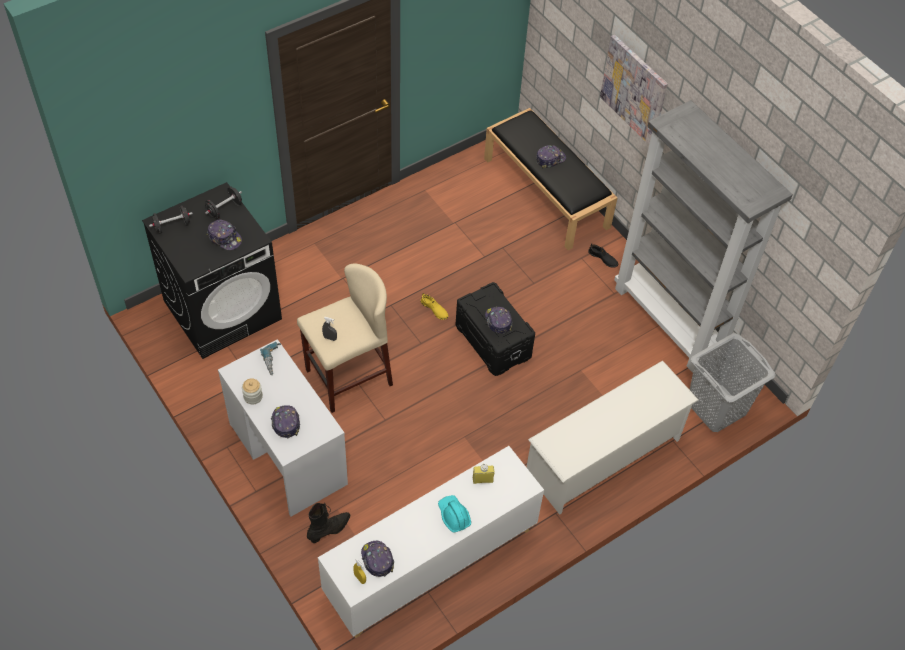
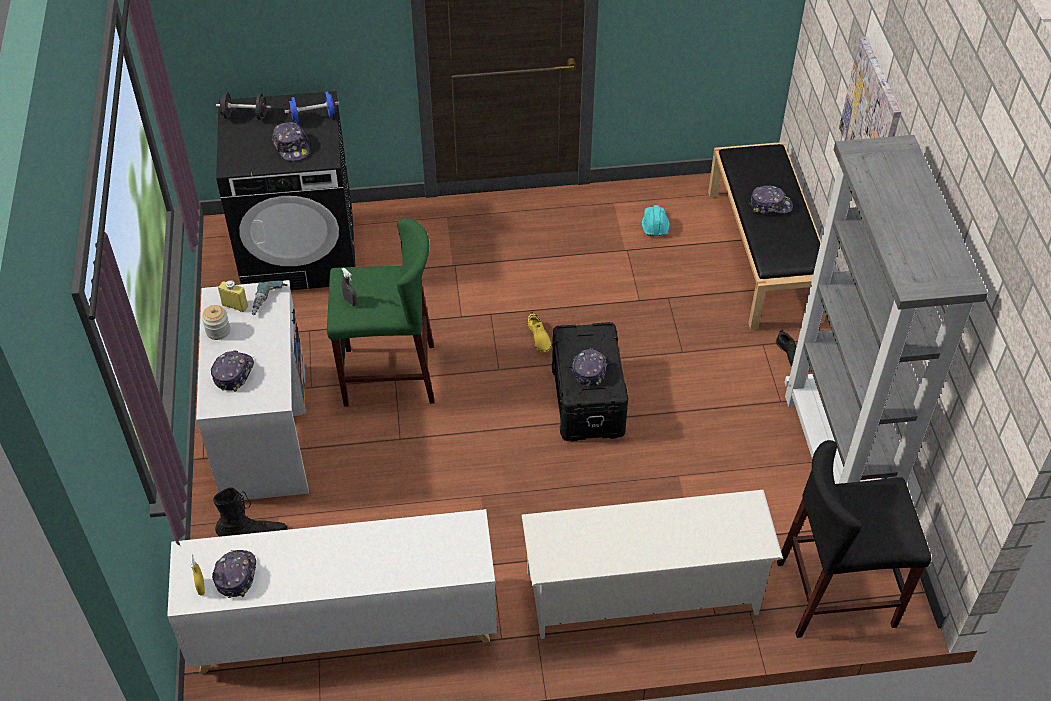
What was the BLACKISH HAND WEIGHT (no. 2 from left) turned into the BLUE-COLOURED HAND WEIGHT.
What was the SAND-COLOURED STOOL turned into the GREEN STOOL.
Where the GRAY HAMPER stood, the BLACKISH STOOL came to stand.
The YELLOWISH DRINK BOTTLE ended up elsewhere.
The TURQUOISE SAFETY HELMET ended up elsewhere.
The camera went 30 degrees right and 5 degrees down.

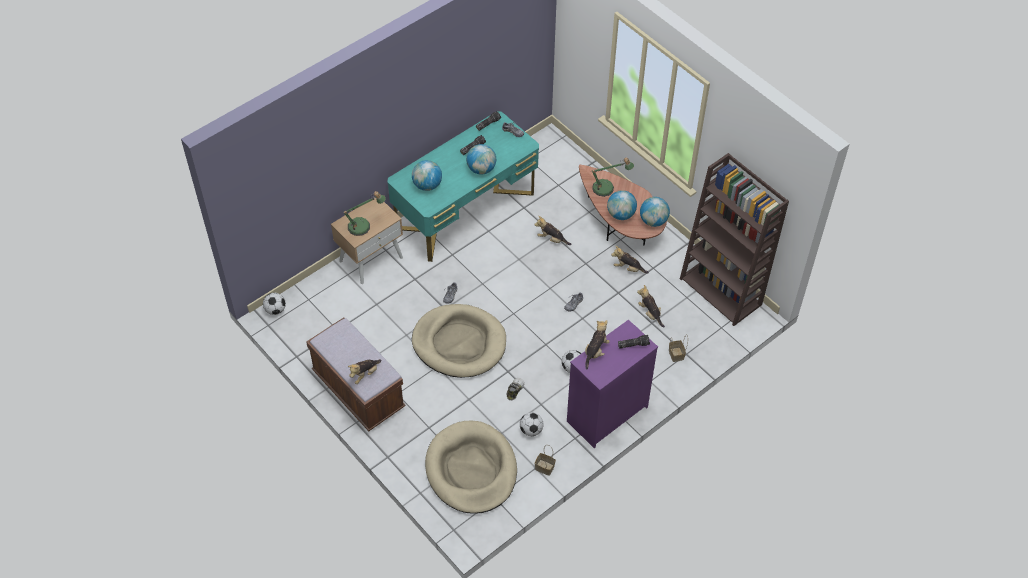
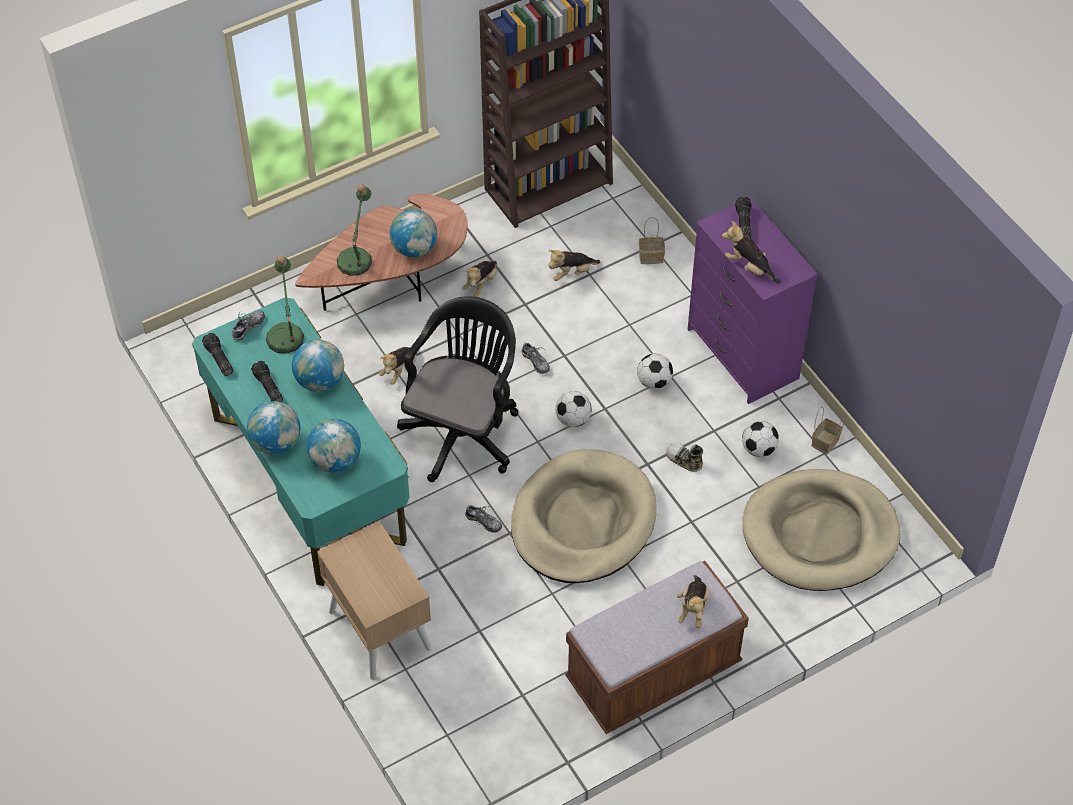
The TABLETOP LAMP (no. 1 from left) ended up elsewhere.
The WORLD GLOBE (no. 4 from left in the first image) ended up elsewhere.
The BALL FOR FOOTBALL (no. 1 from left) ended up elsewhere.
The SOFT TOY (no. 1 from left in the first image) ended up facing another way, 45 degrees clockwise from before.
The second view gained the BLACKISH OFFICE CHAIR.
The camera went 80 degrees left and 0 degrees up.

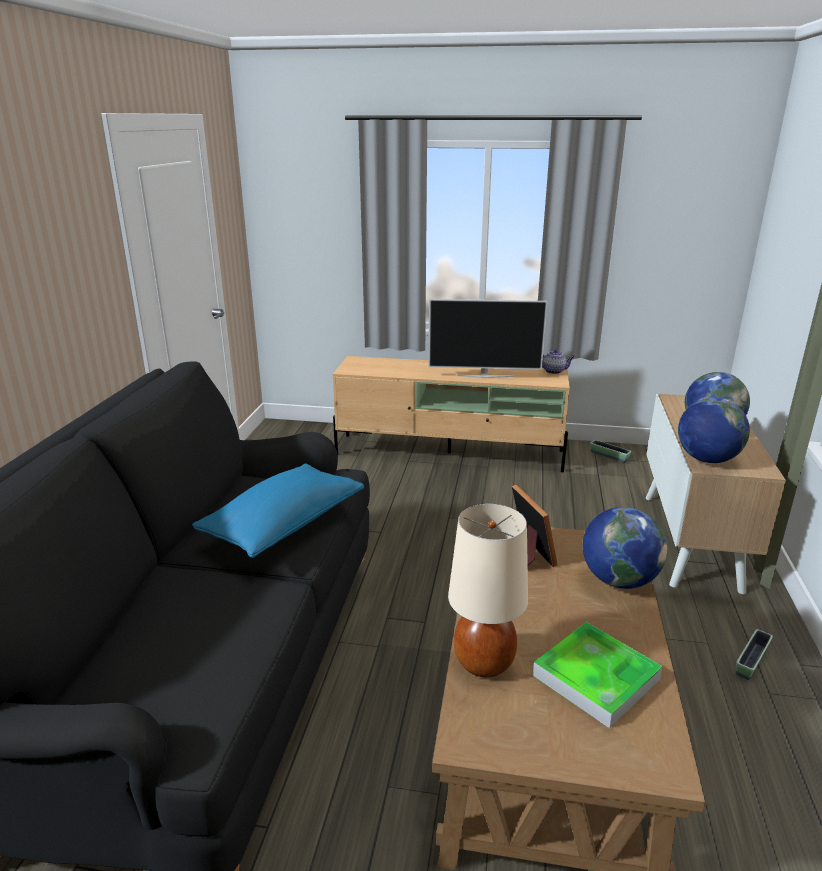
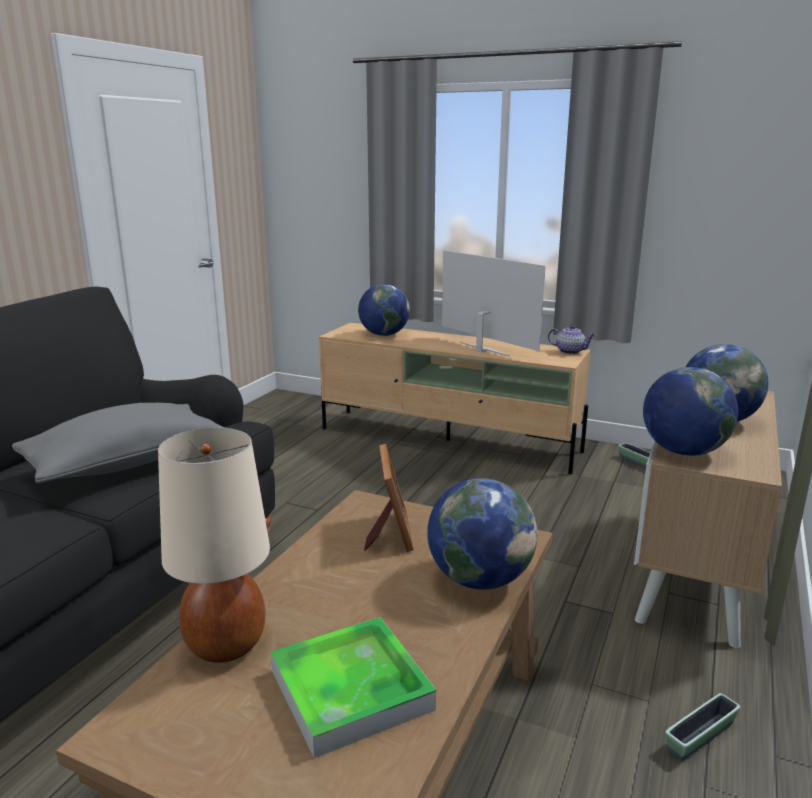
The TV ended up facing another way, 150 degrees counterclockwise from before.
What was the BLUE-COLOURED PILLOW turned into the GRAY PILLOW.
The second view gained the WORLD GLOBE (no. 1 from left).
The camera went 15 degrees right and 5 degrees down.

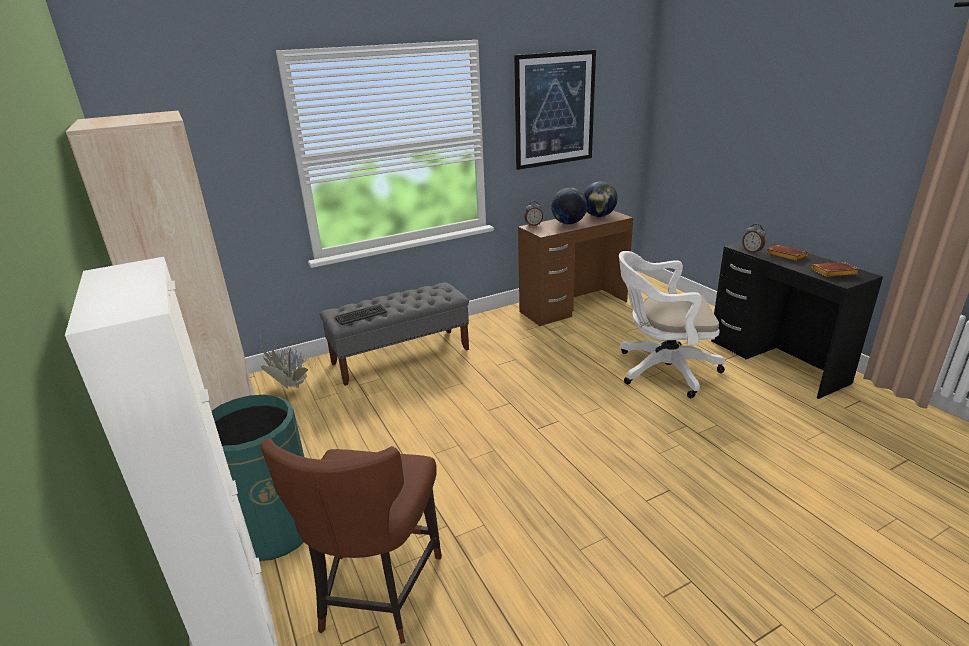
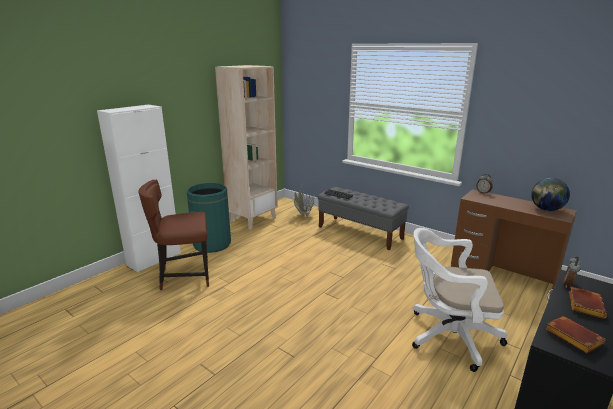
The second view lost the WALL ART.
The second view lost the WORLD GLOBE (no. 1 from left).
The WHITE OFFICE CHAIR ended up facing another way, 60 degrees counterclockwise from before.
The camera went 65 degrees right and 5 degrees down.

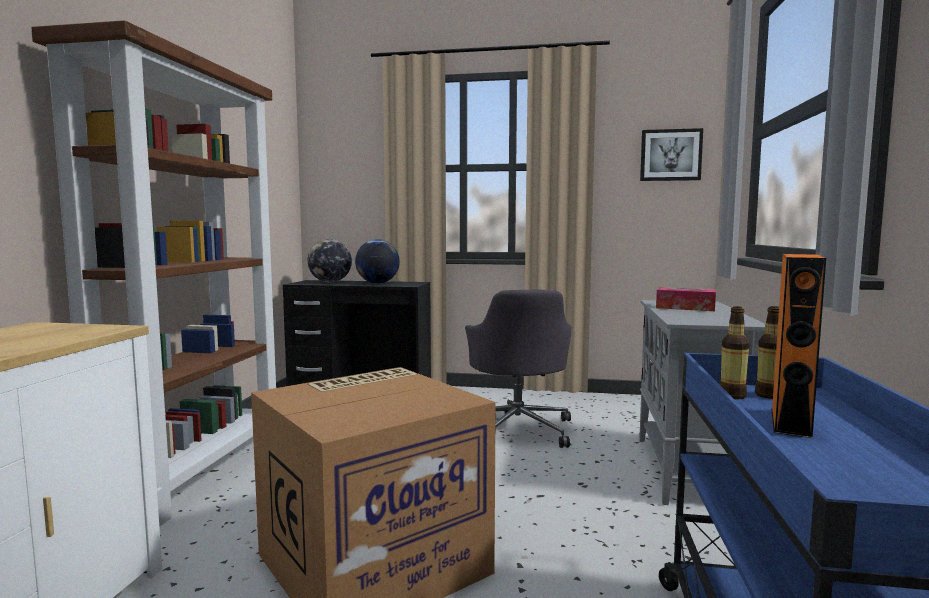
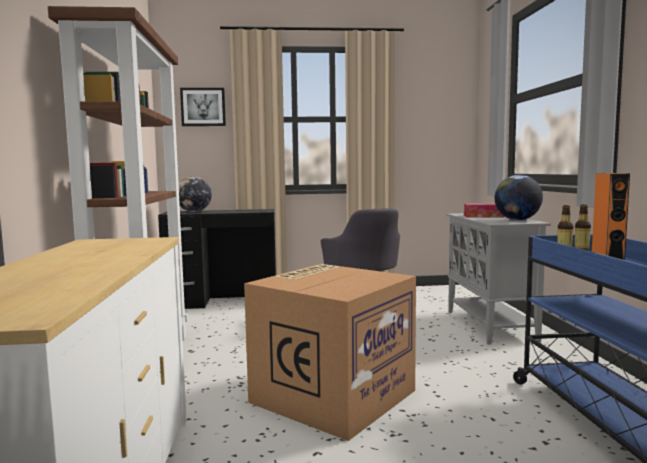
The WALL ART ended up elsewhere.
The WORLD GLOBE (no. 2 from left) ended up elsewhere.
The camera went 15 degrees left and 0 degrees up.

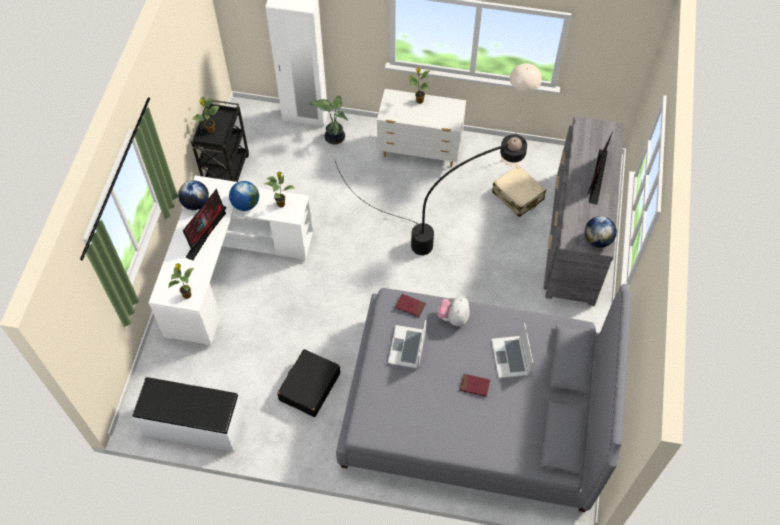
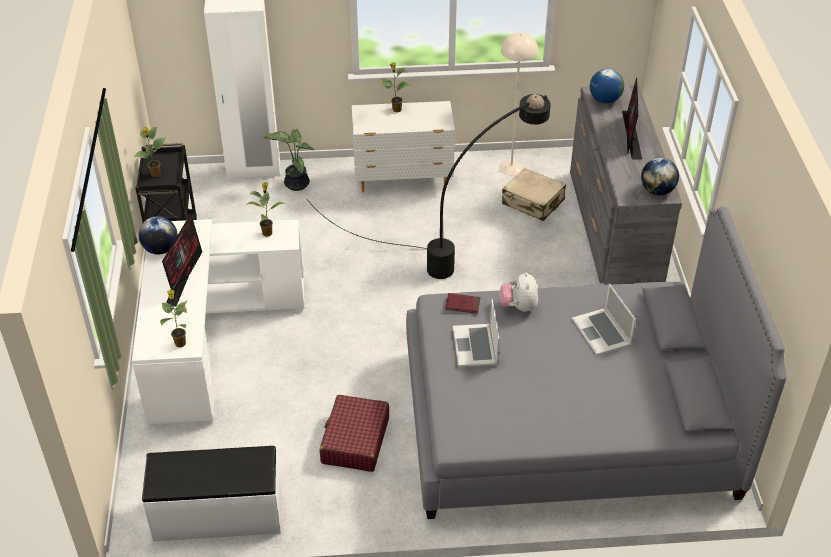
The WORLD GLOBE (no. 2 from left) ended up elsewhere.
What was the BLACKISH SUITCASE turned into the REDDISH SUITCASE.
The second view lost the REDDISH BOUND BOOK (no. 2 from left).
The camera went 15 degrees left and 15 degrees down.

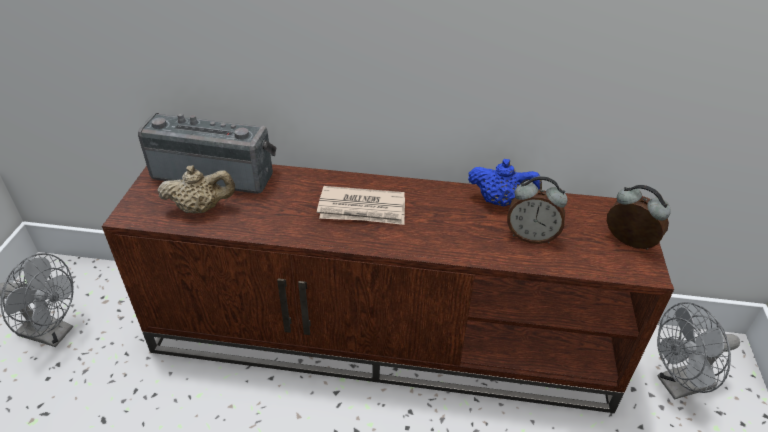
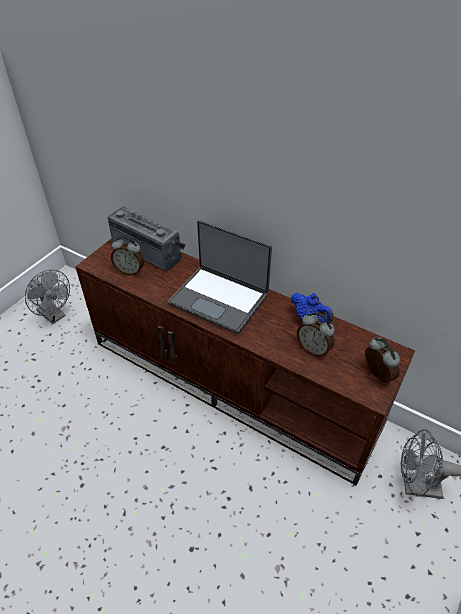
Where the SAND-COLOURED TEA POT stood, the BEDSIDE CLOCK (no. 1 from left) came to stand.
Where the PRINTED PAPER stood, the PORTABLE COMPUTER came to stand.
The camera went 25 degrees right and 5 degrees up.

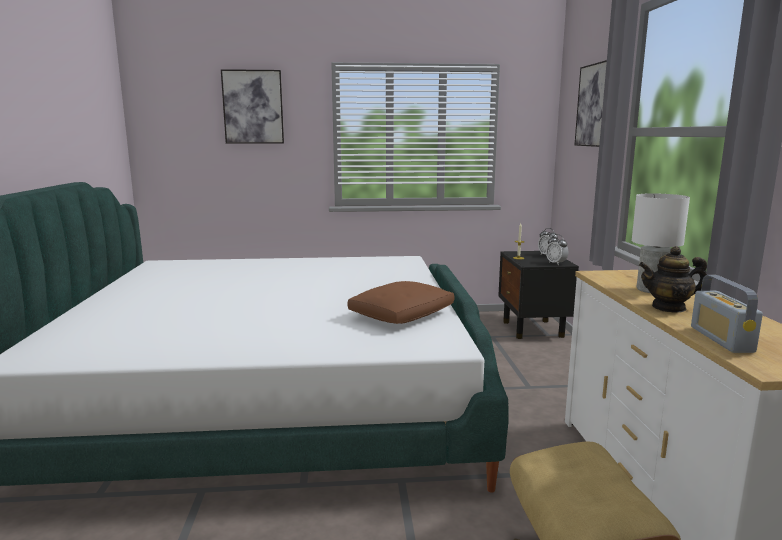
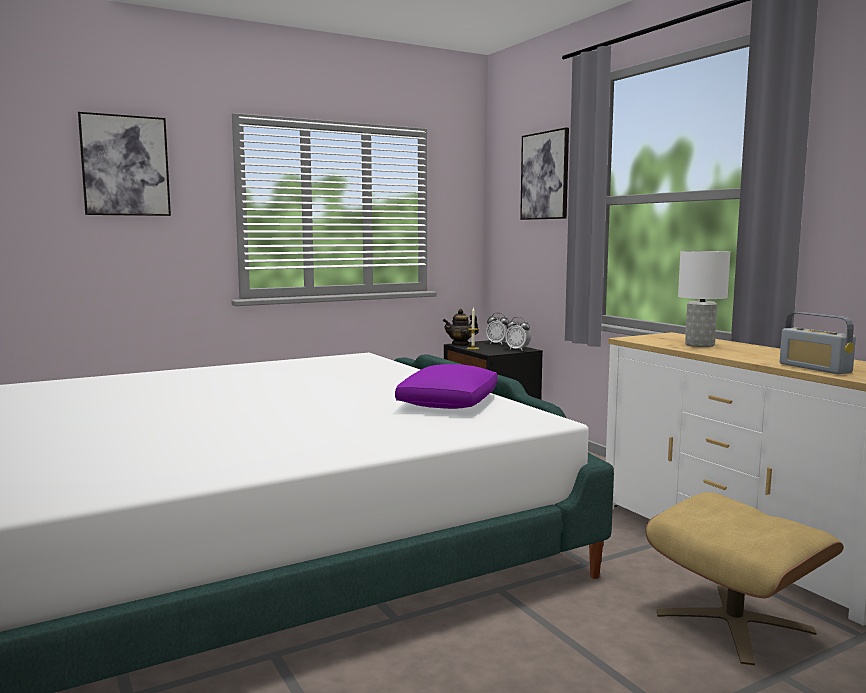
The TEA POT ended up elsewhere.
What was the BROWNISH PILLOW turned into the PURPLE PILLOW.
The camera went 25 degrees left and 5 degrees down.

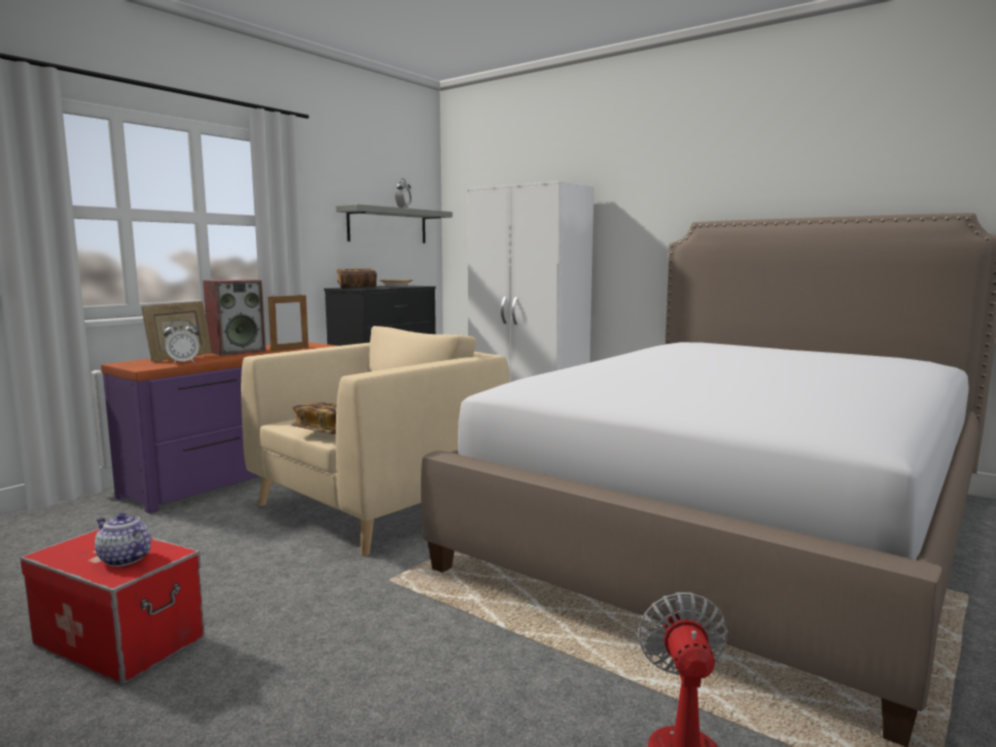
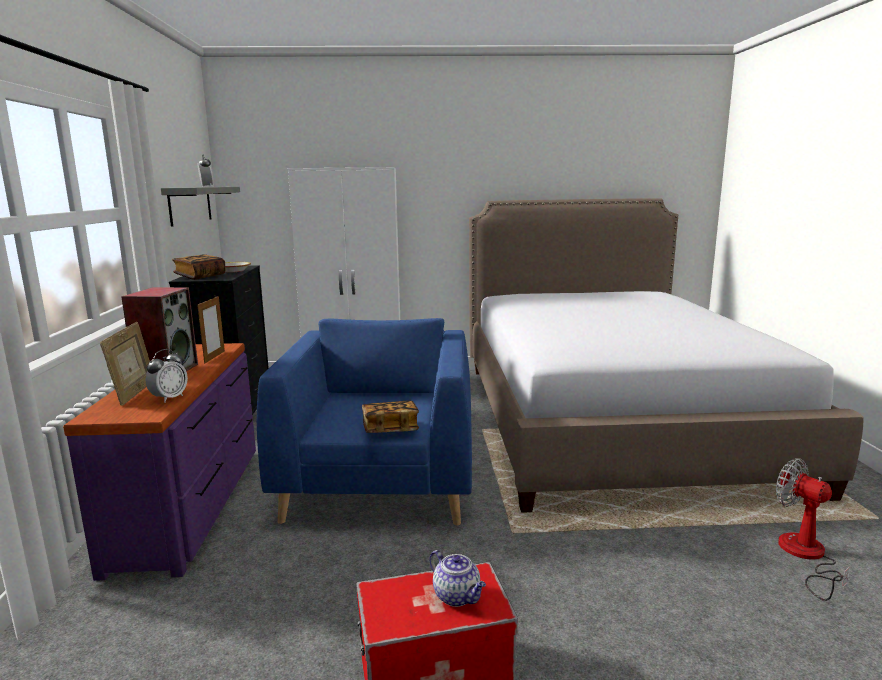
What was the SAND-COLOURED EASY CHAIR turned into the BLUE-COLOURED EASY CHAIR.
The TEA POT ended up facing another way, 120 degrees counterclockwise from before.
The camera went 40 degrees left and 5 degrees up.

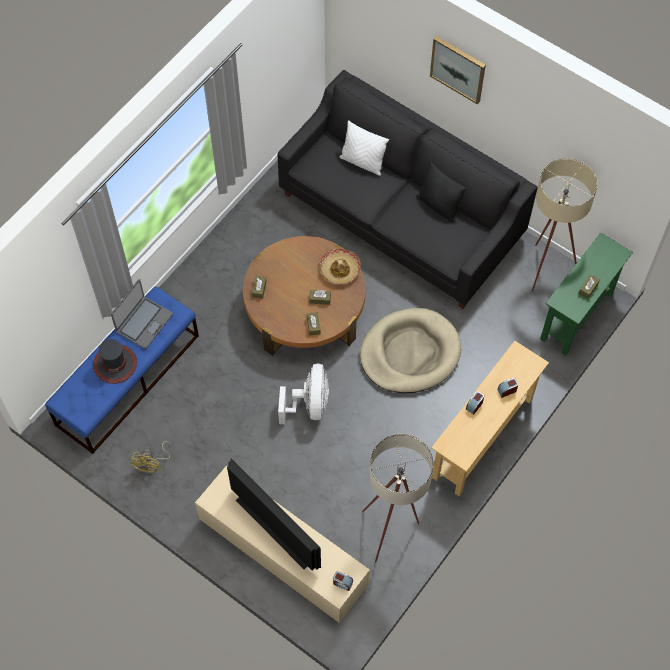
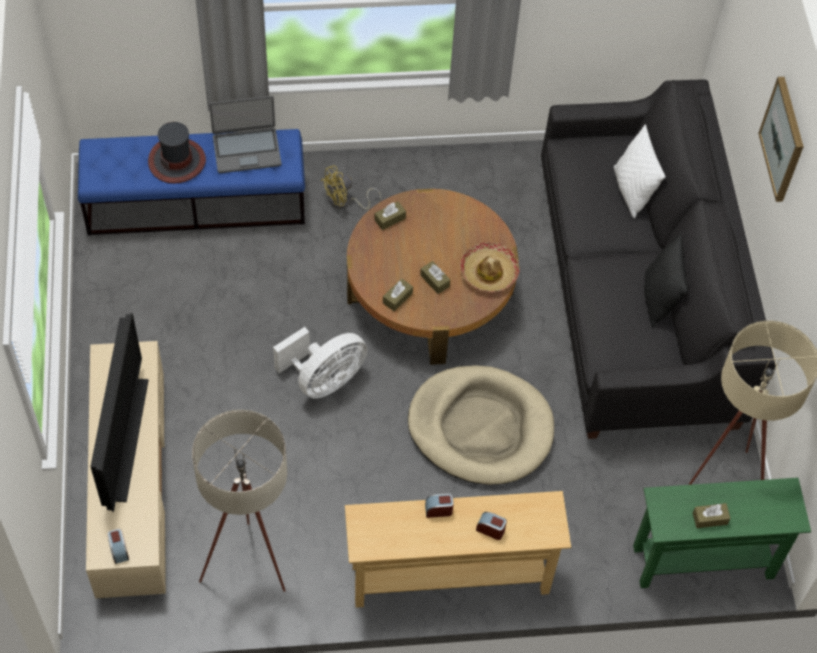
The YELLOWISH COOLING FAN ended up elsewhere.
The camera went 45 degrees right and 5 degrees down.

